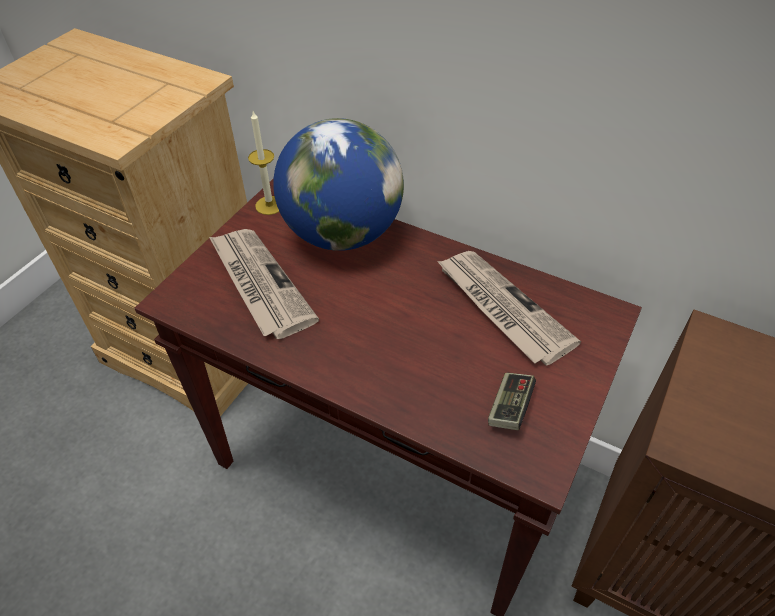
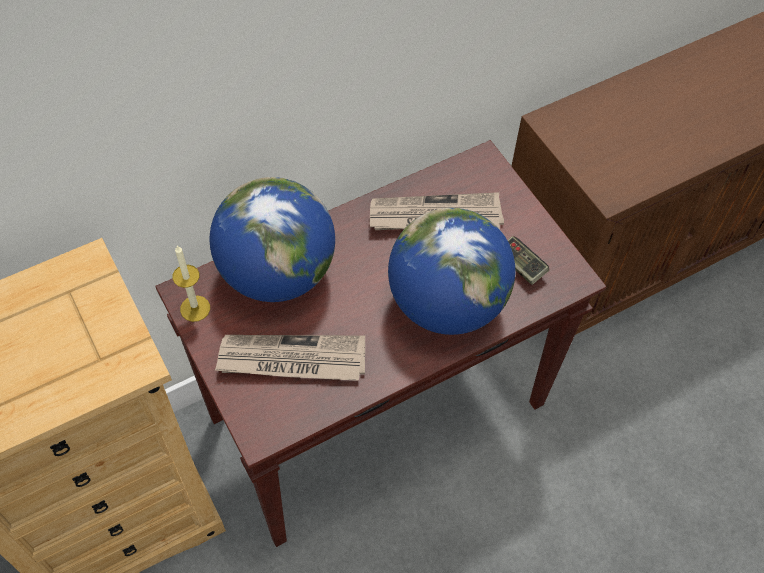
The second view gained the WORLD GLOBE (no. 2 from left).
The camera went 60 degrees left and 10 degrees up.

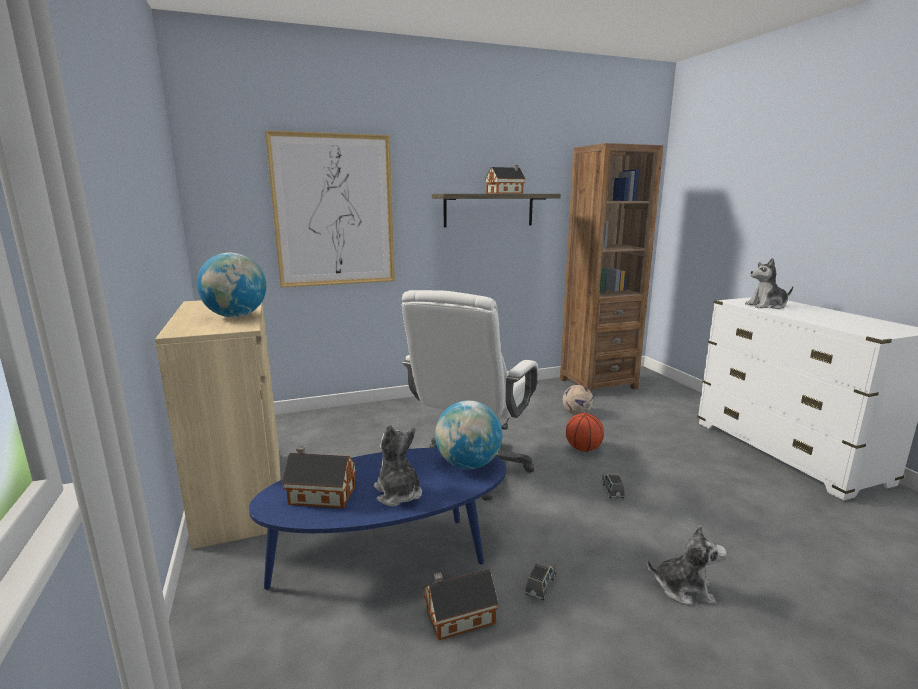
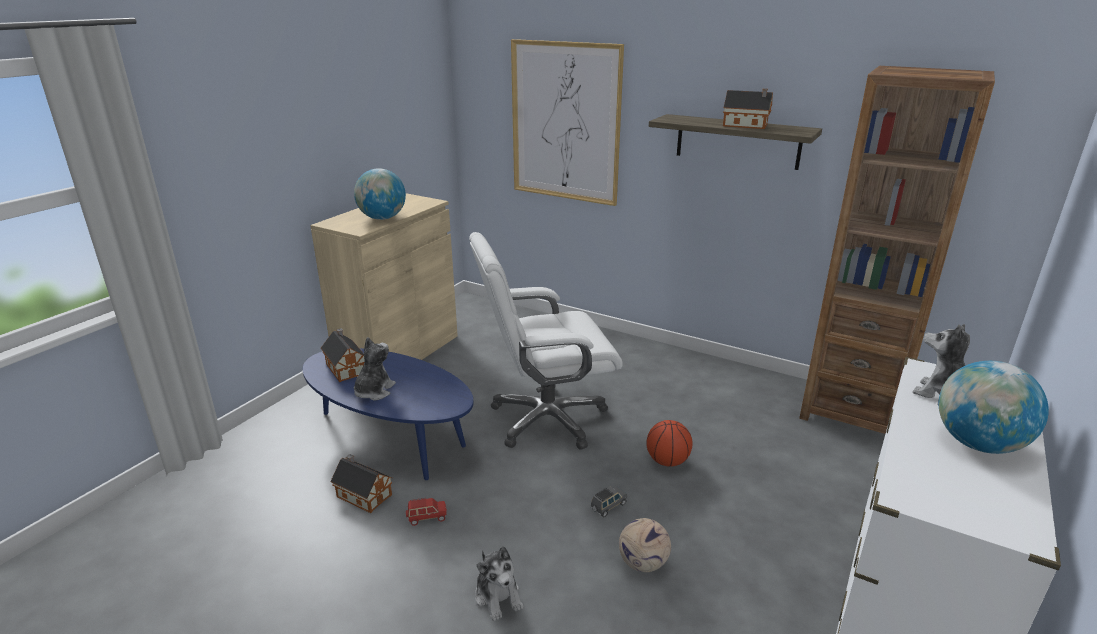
The BALL FOR FOOTBALL ended up elsewhere.
The WORLD GLOBE (no. 2 from left) ended up elsewhere.
What was the GRAY TOY CAR (no. 1 from left) turned into the REDDISH TOY CAR.
The camera went 50 degrees right and 10 degrees up.

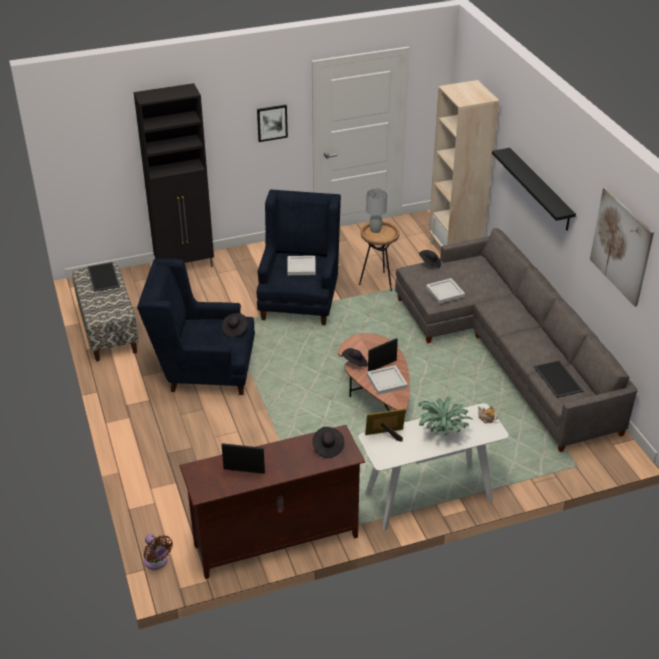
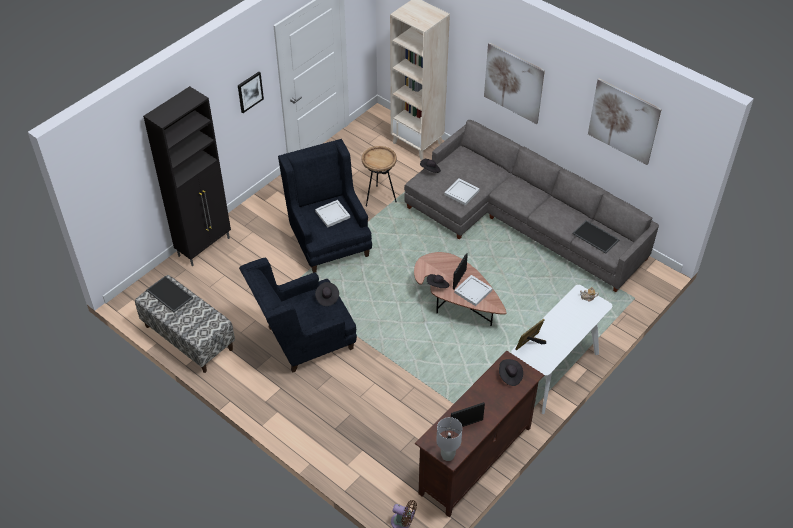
Where the BLACKISH SHELF hung, the WALL ART (no. 2 from left) came to hang.
The GRAY TABLETOP LAMP ended up elsewhere.
The second view lost the POTTED PLANT.
The camera went 30 degrees left and 10 degrees up.

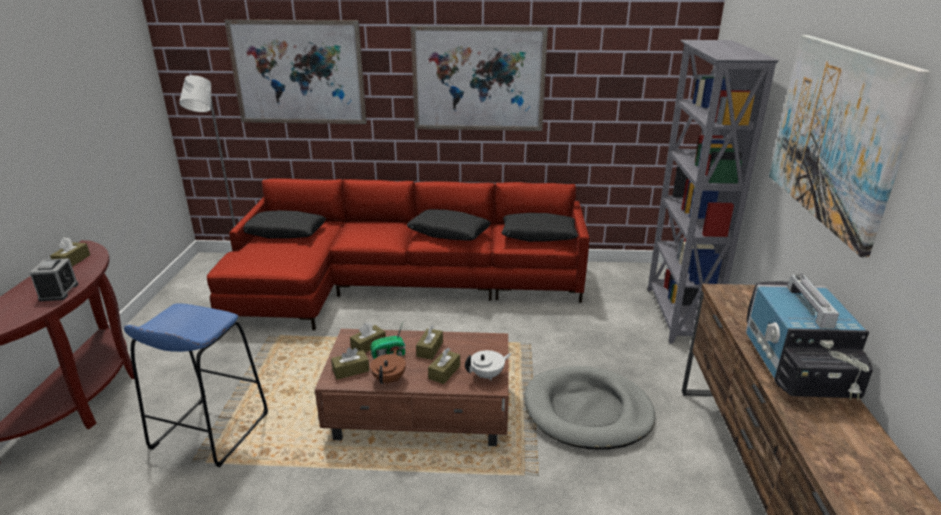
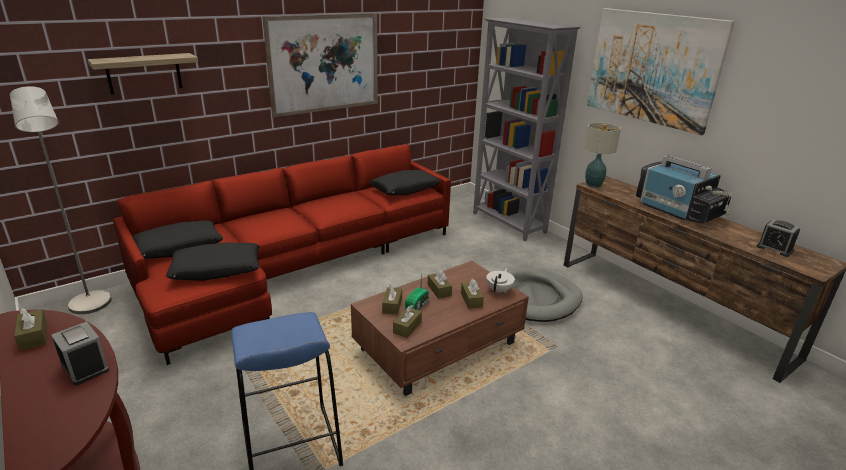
Where the WALL ART (no. 1 from left) hung, the SHELF came to hang.
The BLACKISH PILLOW (no. 2 from left) ended up elsewhere.
The second view lost the BROWNISH TEA POT.
The second view gained the TABLETOP LAMP.
The second view gained the BEDSIDE CLOCK (no. 2 from left).
The camera went 40 degrees left and 0 degrees up.

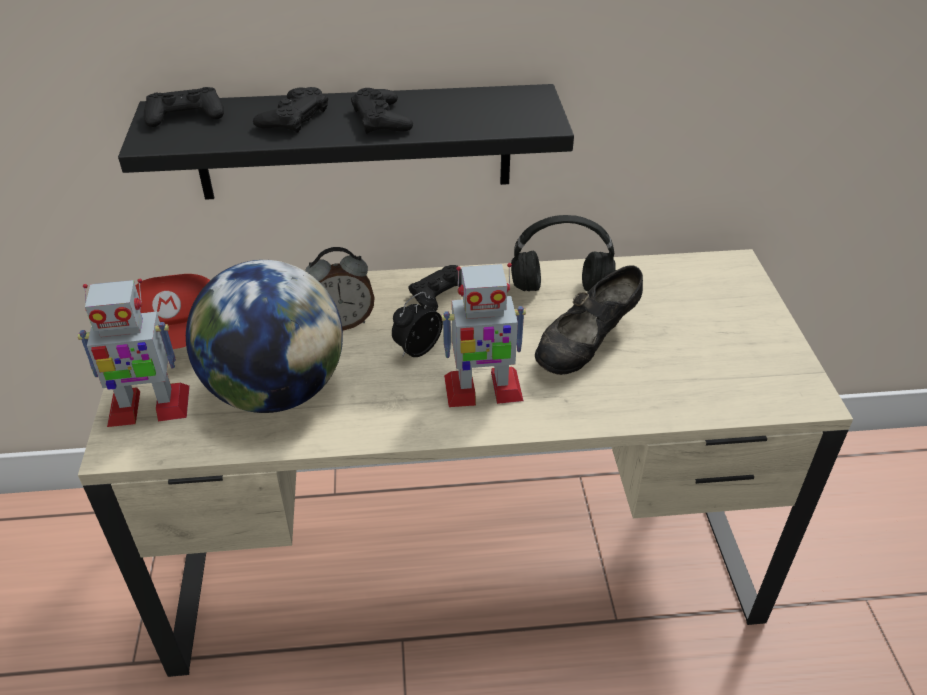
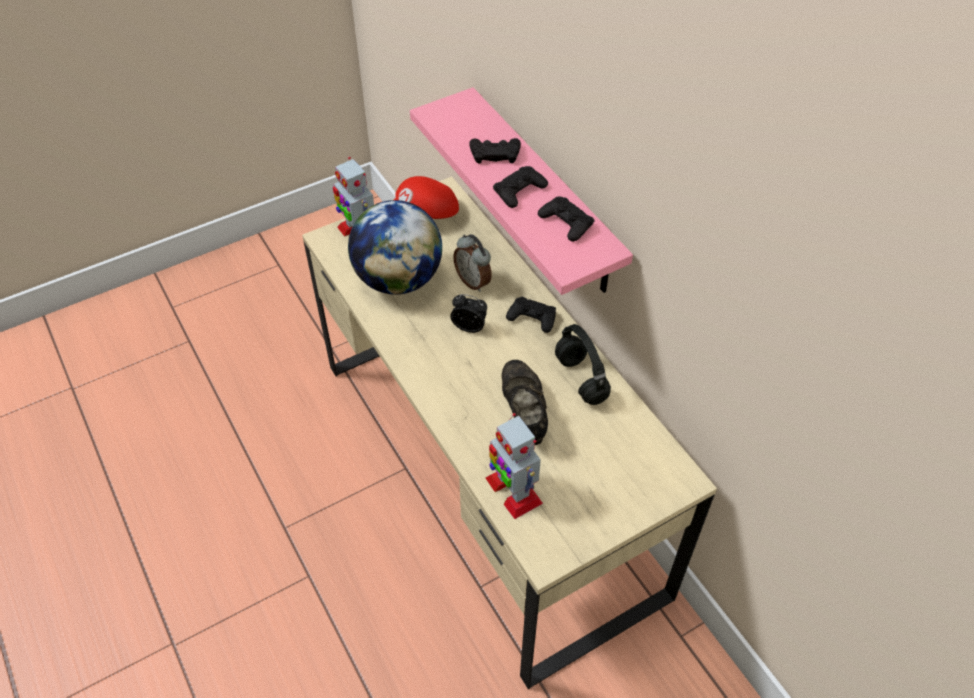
What was the BLACKISH SHELF turned into the PINKISH SHELF.
The BLACKISH JOYPAD (no. 1 from left in the first image) ended up elsewhere.
The MODEL ROBOT (no. 2 from left) ended up elsewhere.
The BLACKISH LOW SHOE ended up facing another way, 60 degrees clockwise from before.
The camera went 65 degrees right and 10 degrees up.

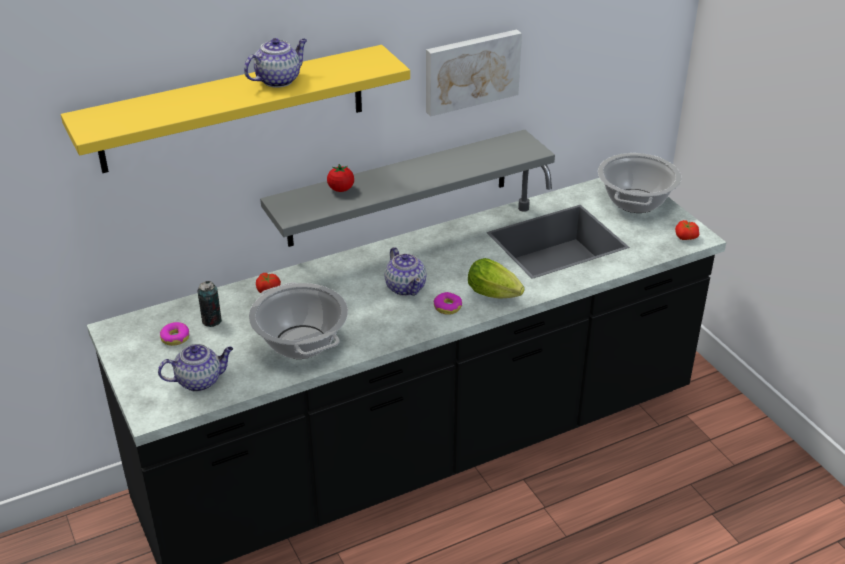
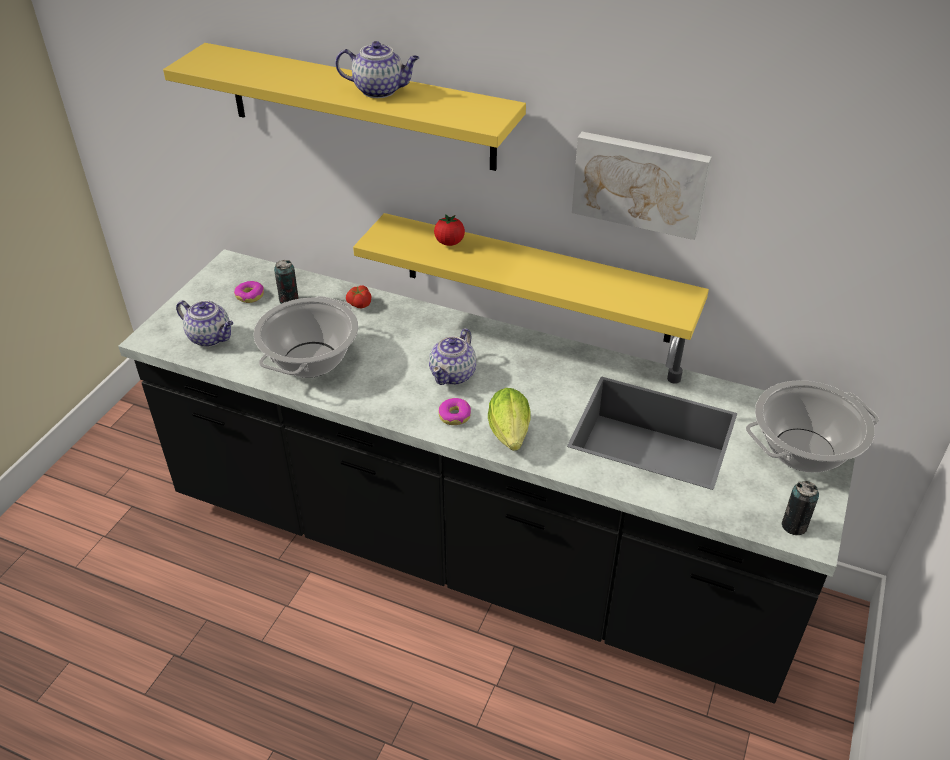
What was the GRAY SHELF turned into the YELLOWISH SHELF (no. 2 from left).
Where the TOMATO (no. 3 from left) stood, the SEALED CAN (no. 2 from left) came to stand.
The camera went 50 degrees right and 5 degrees up.

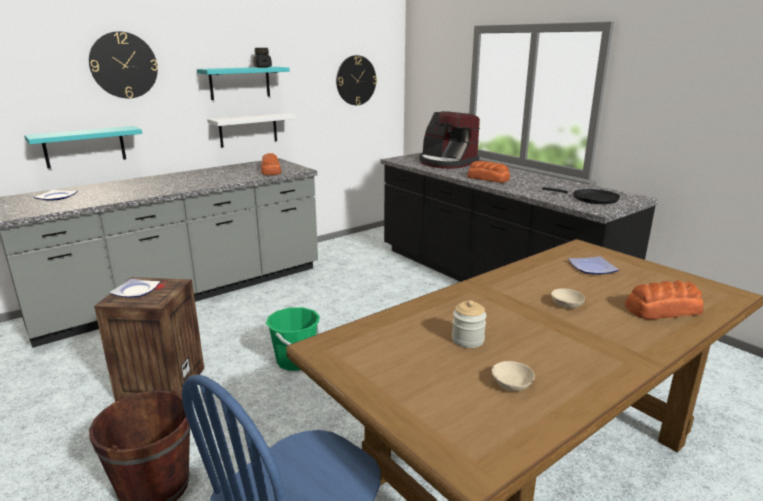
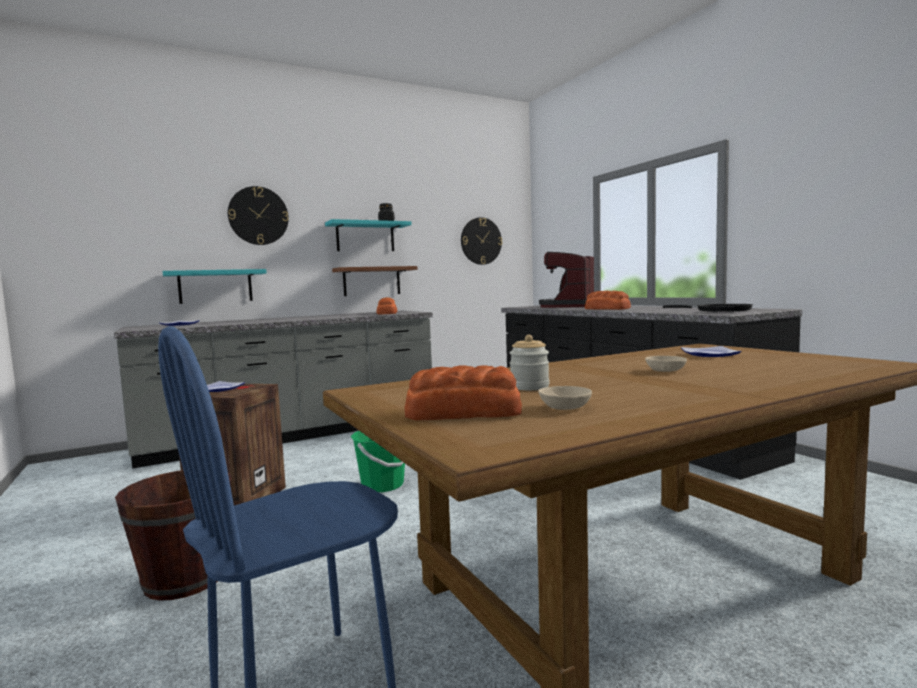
The COFFEE BREWER ended up facing another way, 60 degrees clockwise from before.
What was the WHITE SHELF turned into the BROWNISH SHELF.
The BREAD (no. 3 from left in the first image) ended up elsewhere.
The camera went 10 degrees right and 15 degrees down.

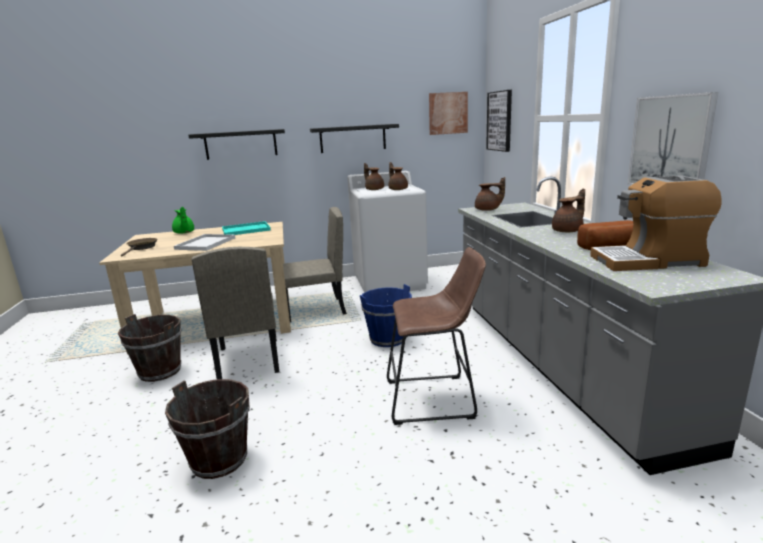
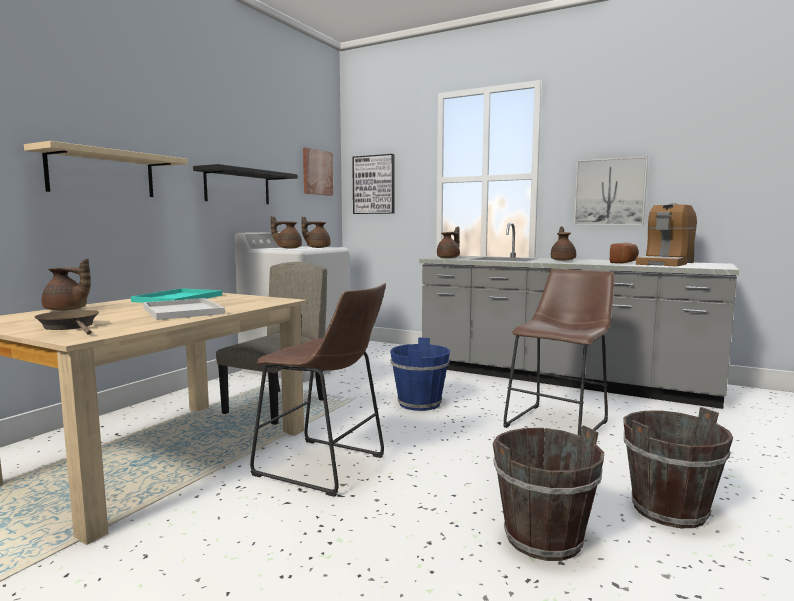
What was the BLACKISH SHELF (no. 1 from left) turned into the SAND-COLOURED SHELF.
What was the GREEN TEA POT turned into the BROWNISH TEA POT (no. 1 from left).
Where the SAND-COLOURED UPRIGHT CHAIR (no. 1 from left) stood, the BROWNISH STOOL (no. 1 from left) came to stand.
The BROWNISH WATER BUCKET (no. 1 from left in the first image) ended up elsewhere.
The camera went 50 degrees left and 10 degrees down.

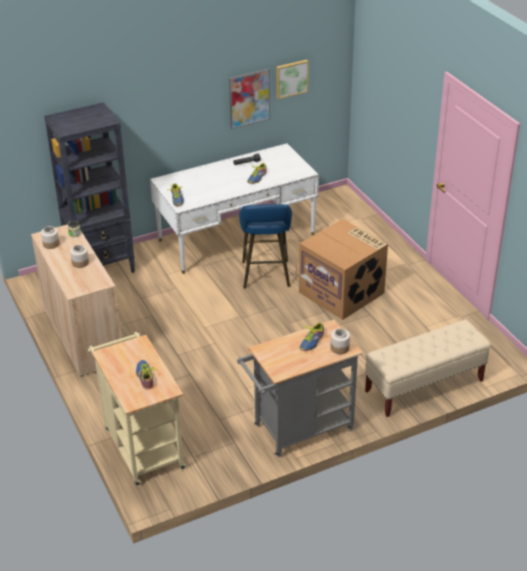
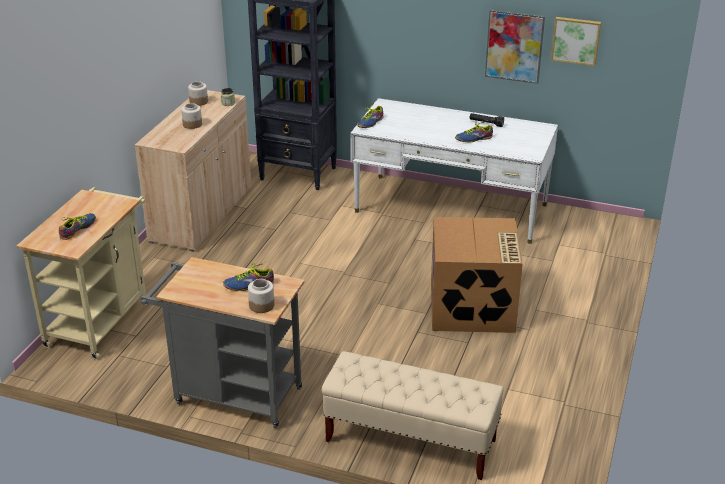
The second view lost the BLUE-COLOURED STOOL.
The camera went 45 degrees right and 5 degrees down.

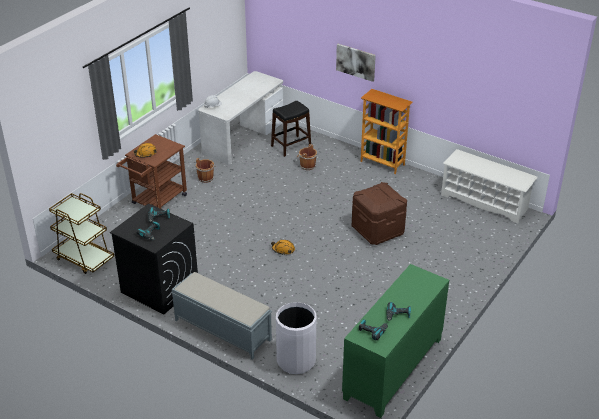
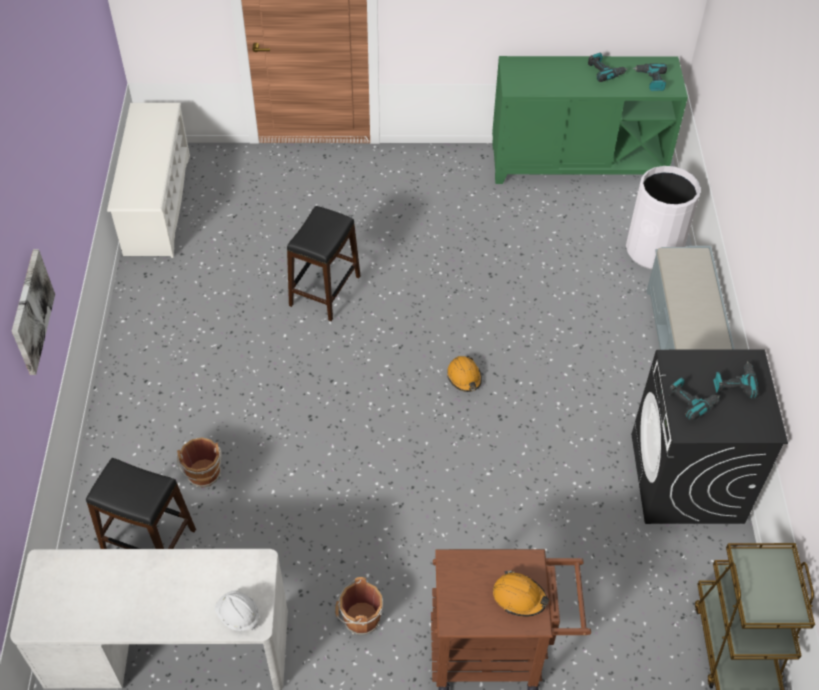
The second view lost the BOOKCASE.
Where the BROWNISH STORAGE BIN stood, the BLACKISH STOOL (no. 2 from left) came to stand.
The camera went 125 degrees left and 15 degrees up.

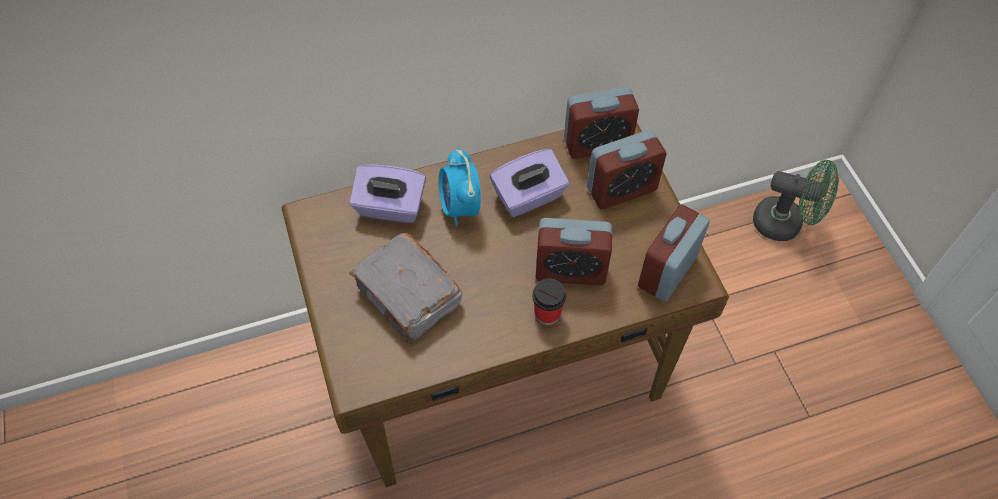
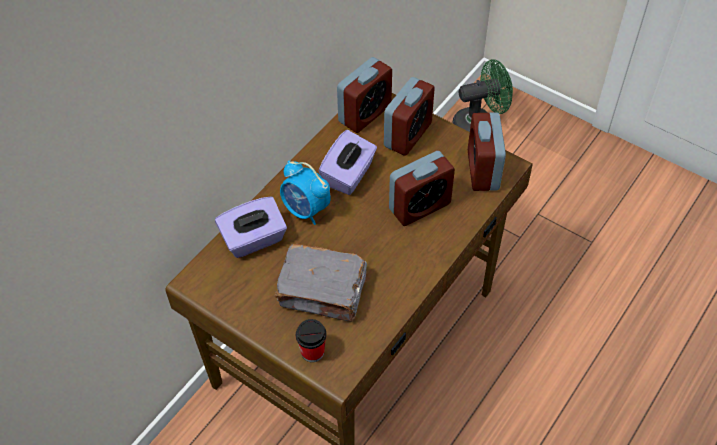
The CUP ended up elsewhere.
The camera went 35 degrees left and 5 degrees down.

